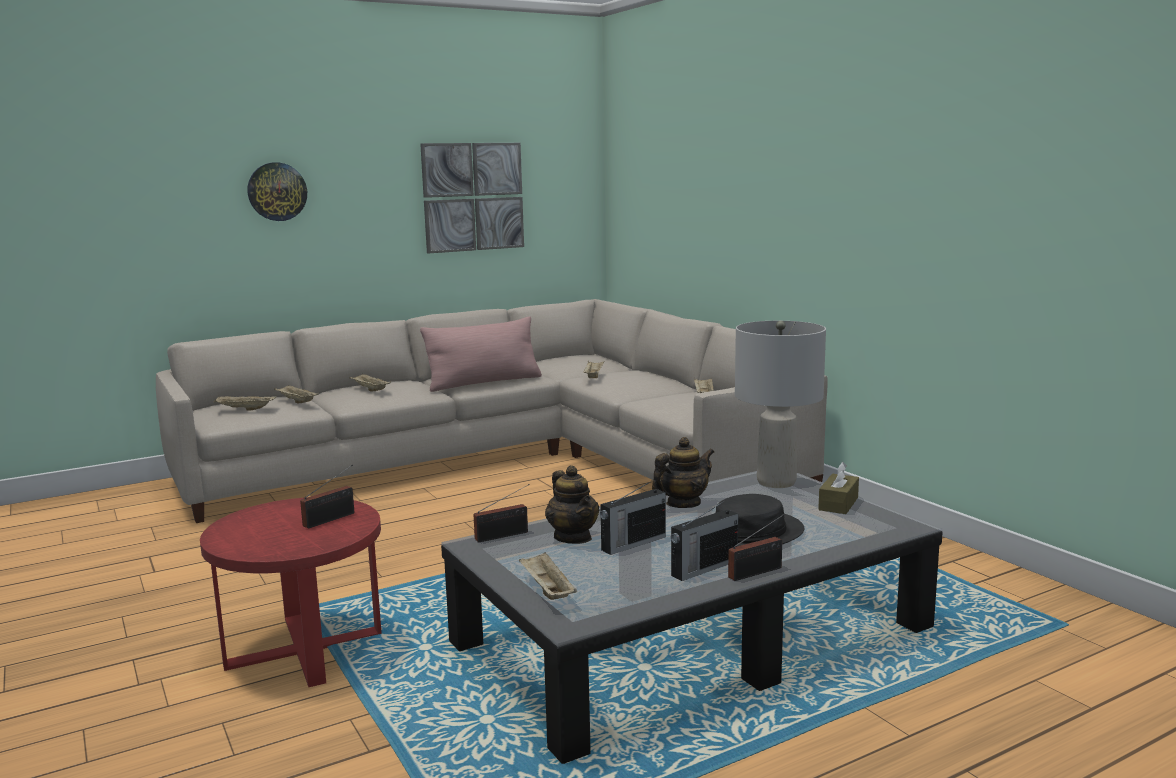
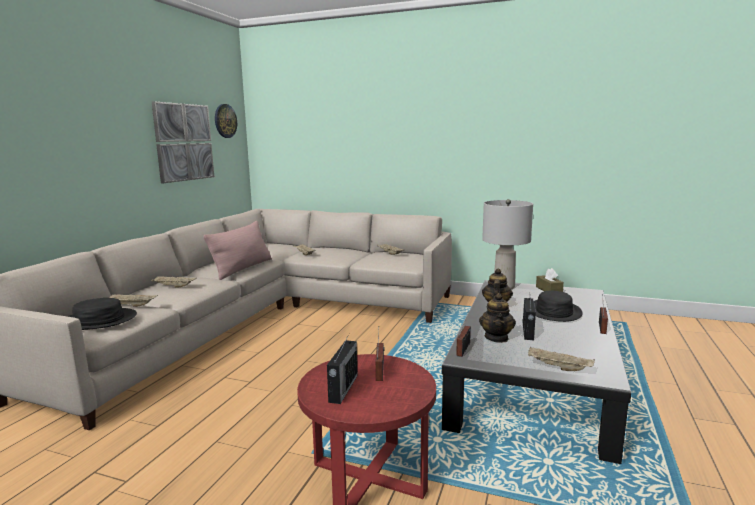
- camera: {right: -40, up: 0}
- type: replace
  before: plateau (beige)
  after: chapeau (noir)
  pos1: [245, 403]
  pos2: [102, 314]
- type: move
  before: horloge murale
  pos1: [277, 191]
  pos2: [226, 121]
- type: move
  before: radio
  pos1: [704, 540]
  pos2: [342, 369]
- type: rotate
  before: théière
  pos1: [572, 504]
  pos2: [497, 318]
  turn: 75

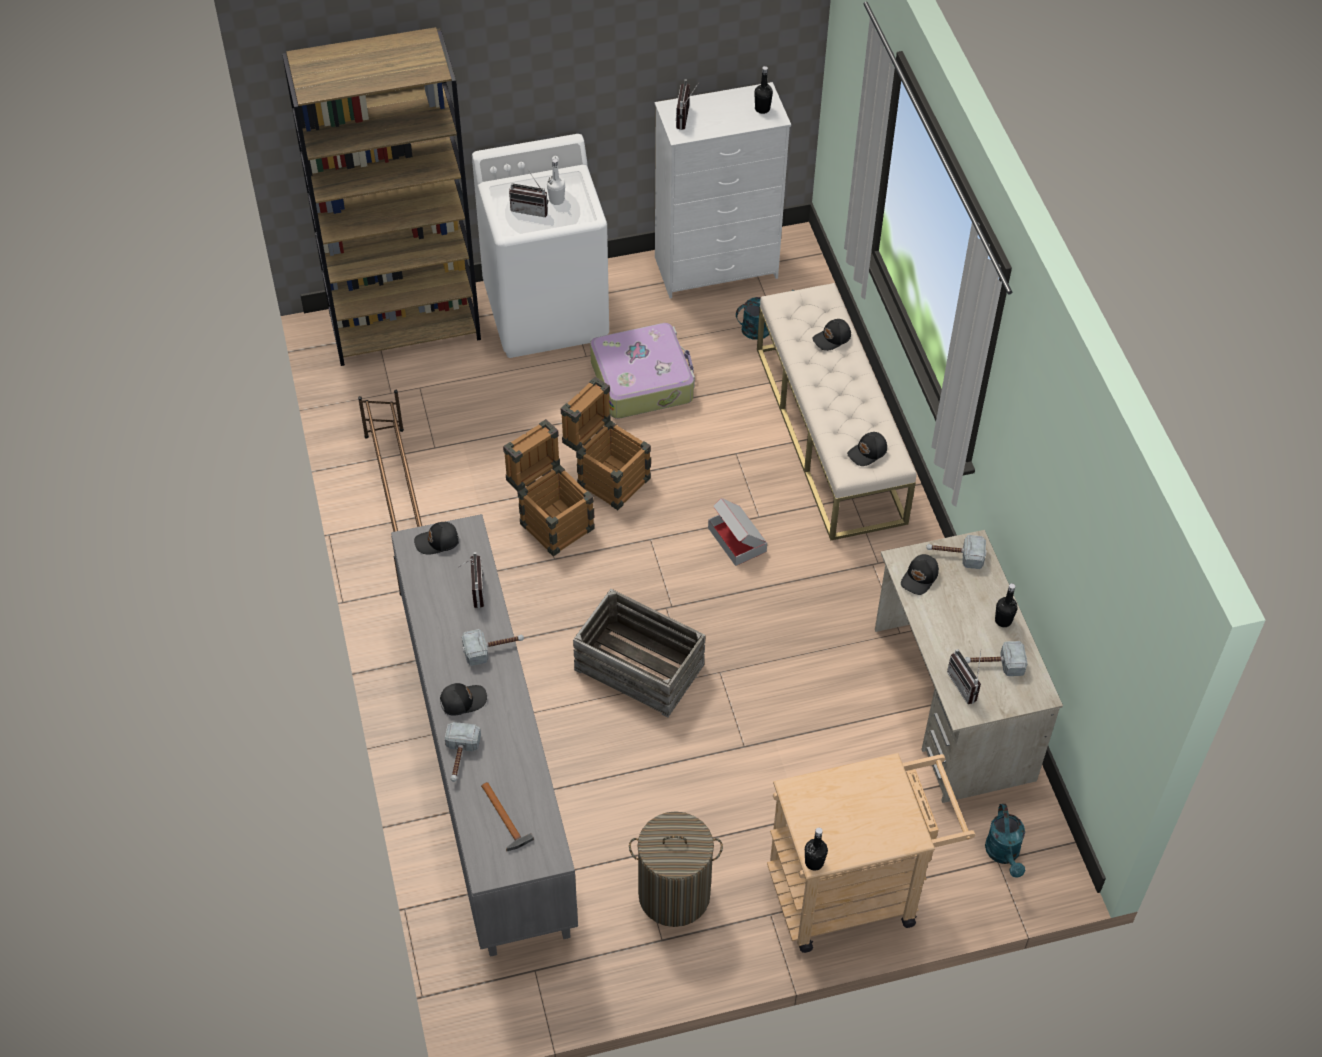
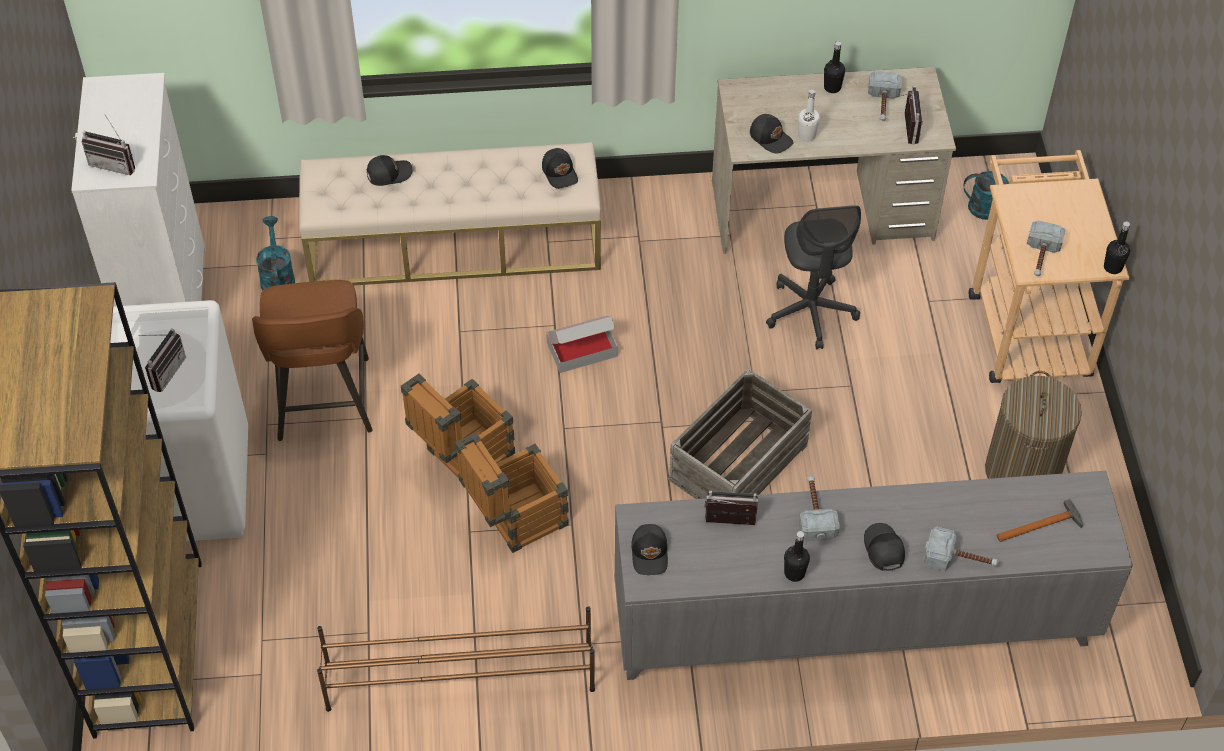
- camera: {right: -80, up: 0}
- type: replace
  before: valise
  after: tabouret (marron)
  pos1: [642, 371]
  pos2: [312, 360]
- type: rotate
  before: casquette (noir)
  pos1: [831, 335]
  pos2: [390, 170]
  turn: -90
- type: insert
  after: chaise de bureau (gris)
  pos2: [813, 277]
- type: move
  before: bouteille (noir)
  pos1: [763, 90]
  pos2: [797, 556]
- type: move
  before: bouteille (blanc)
  pos1: [556, 182]
  pos2: [809, 115]
- type: rotate
  before: radio
  pos1: [964, 676]
  pos2: [912, 115]
  turn: -75
- type: move
  before: marteau
  pos1: [956, 552]
  pos2: [1046, 248]

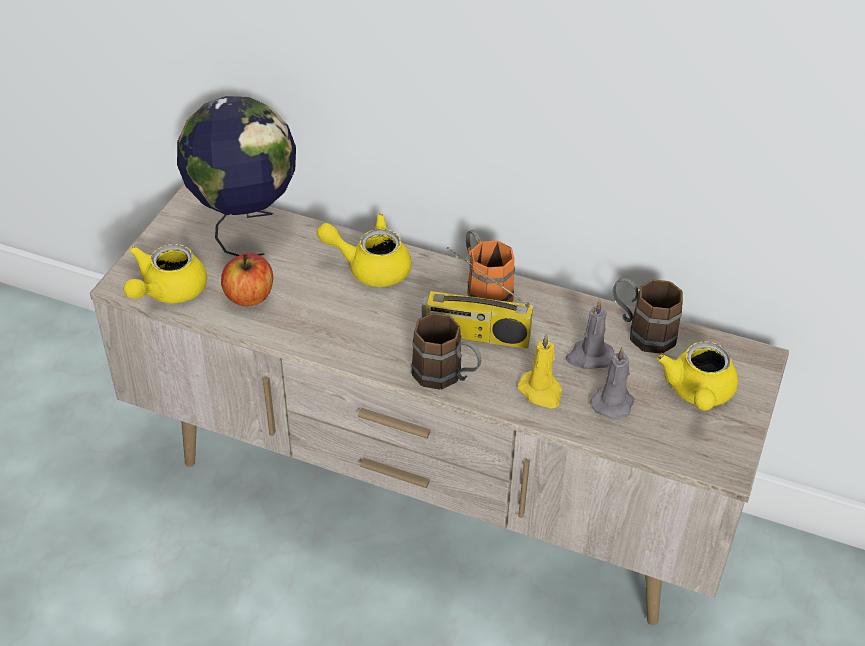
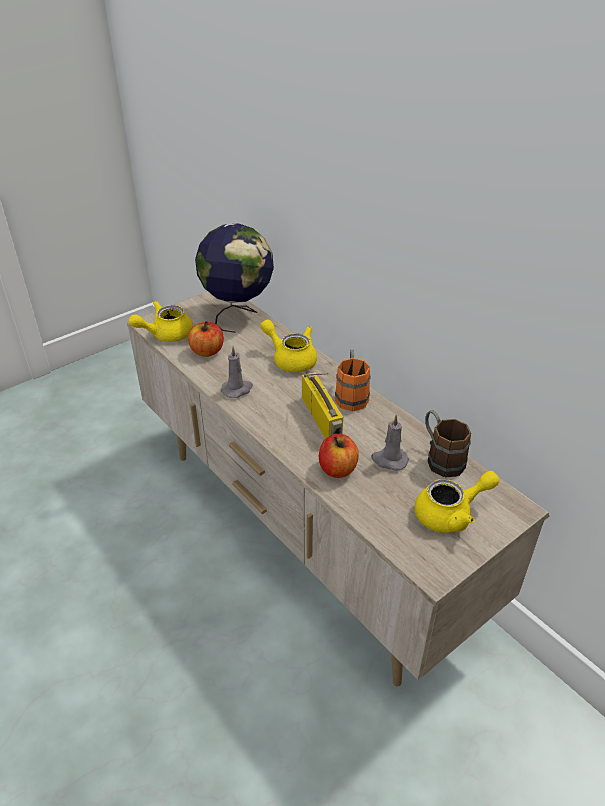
- camera: {right: 30, up: -5}
- type: move
  before: bougie (gris)
  pos1: [612, 383]
  pos2: [237, 372]
- type: rotate
  before: radio
  pos1: [477, 297]
  pos2: [322, 405]
  turn: -150
- type: replace
  before: bougie (jaune)
  after: pomme
  pos1: [540, 371]
  pos2: [339, 456]
- type: rotate
  before: théière (jaune)
  pos1: [697, 376]
  pos2: [456, 502]
  turn: -150
- type: delete
  before: mug (marron)
  pos1: [446, 351]

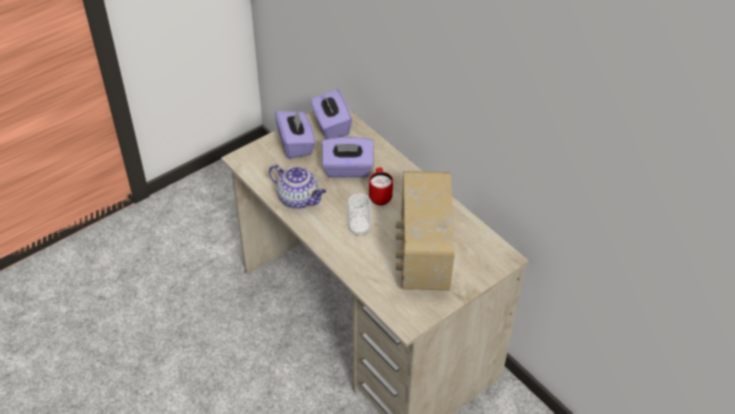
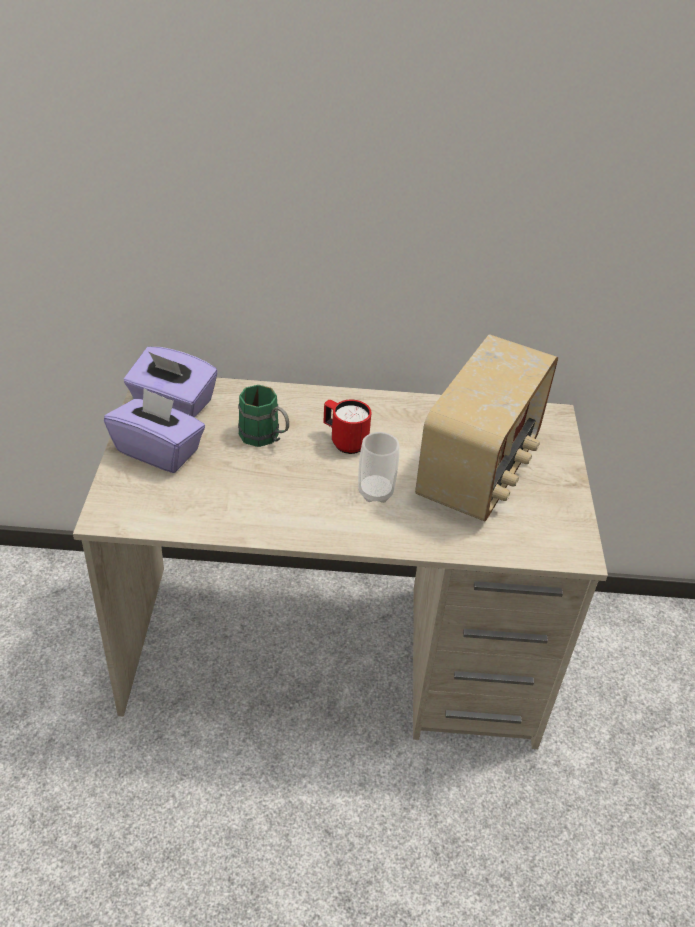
- camera: {right: -50, up: -5}
- type: replace
  before: boîte à mouchoirs (violet)
  after: mug (vert)
  pos1: [348, 157]
  pos2: [263, 416]
- type: rotate
  before: radio
  pos1: [425, 230]
  pos2: [486, 428]
  turn: -105
- type: delete
  before: théière
  pos1: [297, 187]

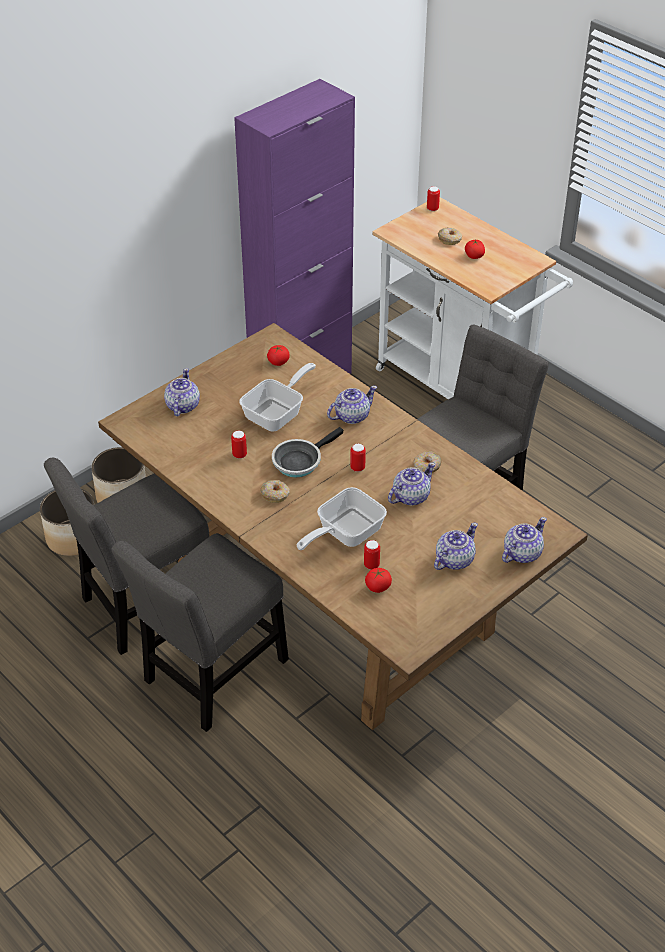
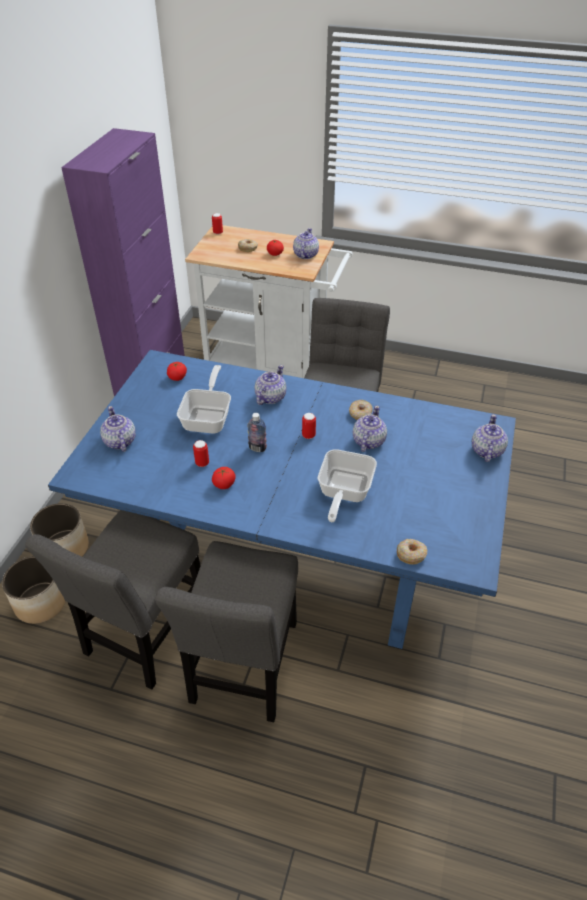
- camera: {right: -30, up: 0}
- type: recolor
  before: table à manger (marron)
  after: table à manger (bleu)
  pos1: [343, 526]
  pos2: [282, 499]
- type: move
  before: tomate
  pos1: [378, 580]
  pos2: [224, 478]
- type: replace
  before: poêle
  after: bouteille
  pos1: [307, 452]
  pos2: [257, 432]
- type: move
  before: théière
  pos1: [456, 546]
  pos2: [306, 243]
- type: move
  before: beignet
  pos1: [275, 491]
  pos2: [412, 552]
- type: delete
  before: boîte métallique
  pos1: [372, 555]

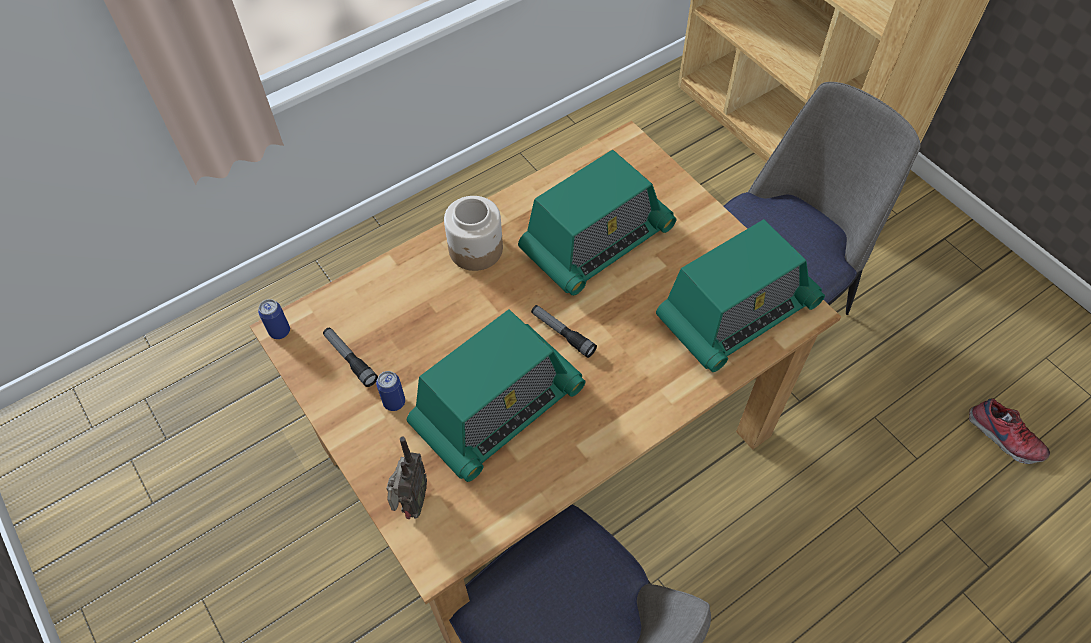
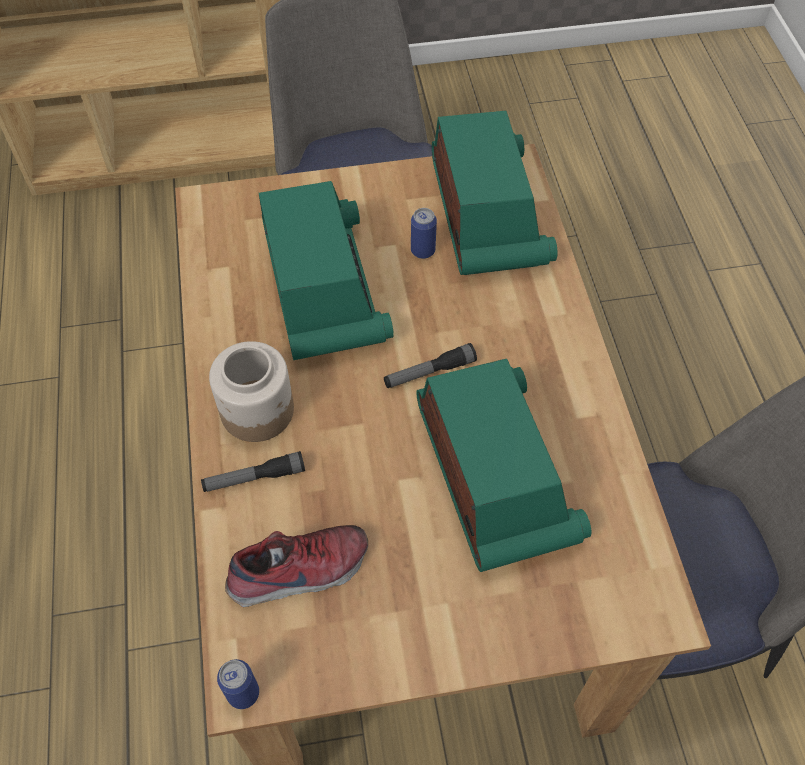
- camera: {right: -65, up: 0}
- type: move
  before: lampe de poche
  pos1: [350, 357]
  pos2: [253, 471]
- type: move
  before: chaussure
  pos1: [1009, 431]
  pos2: [296, 566]
- type: move
  before: boîte métallique
  pos1: [390, 391]
  pos2: [424, 233]
- type: delete
  before: radio
  pos1: [406, 478]

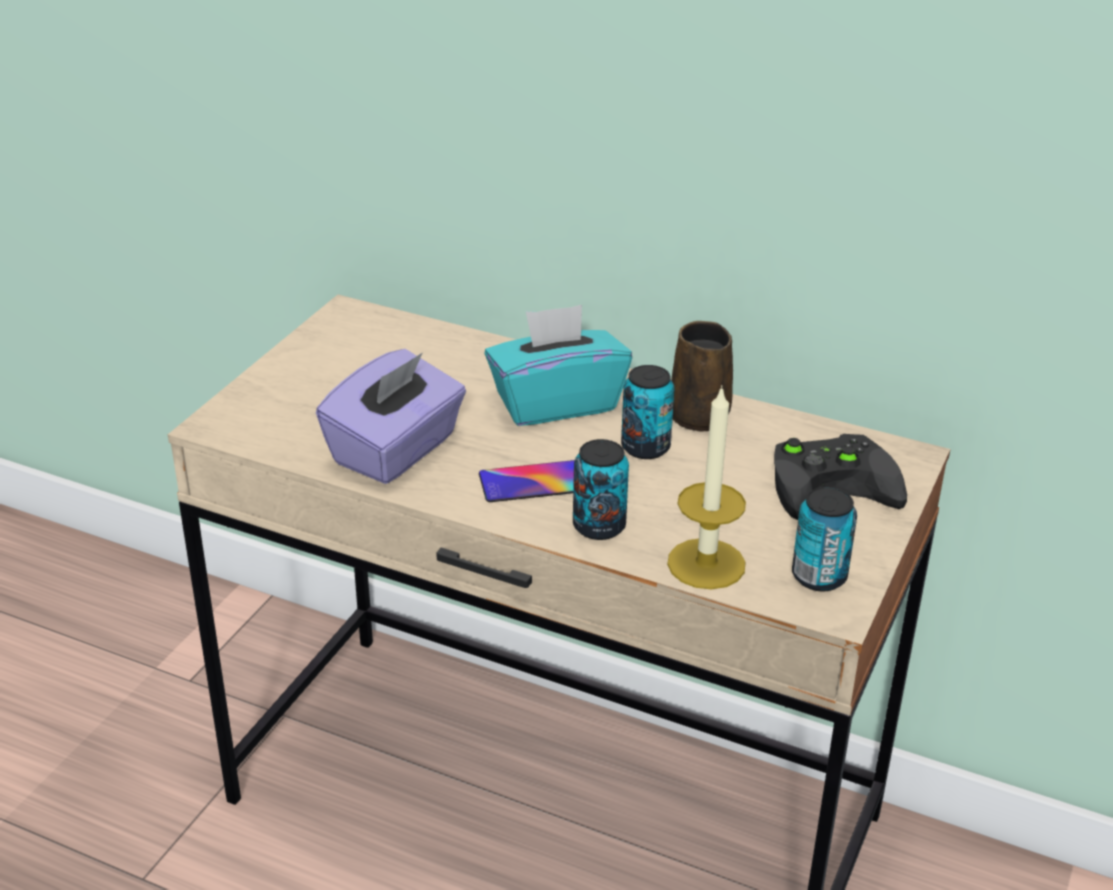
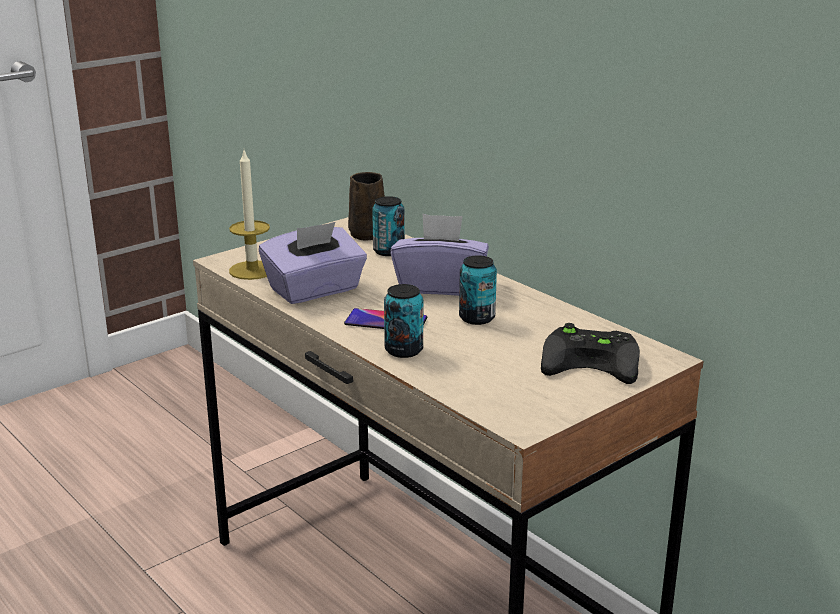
- camera: {right: 25, up: -10}
- type: move
  before: bougie
  pos1: [706, 487]
  pos2: [249, 215]
- type: move
  before: mug (marron)
  pos1: [702, 376]
  pos2: [366, 206]
- type: move
  before: boîte métallique
  pos1: [824, 539]
  pos2: [388, 226]
- type: recolor
  before: boîte à mouchoirs (turquoise)
  after: boîte à mouchoirs (violet)
  pos1: [558, 365]
  pos2: [439, 255]

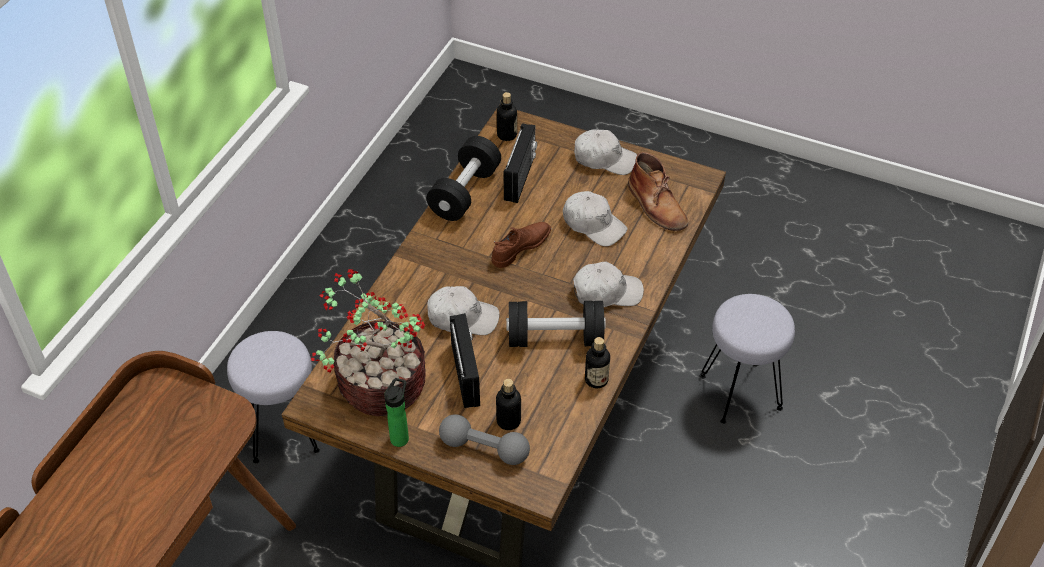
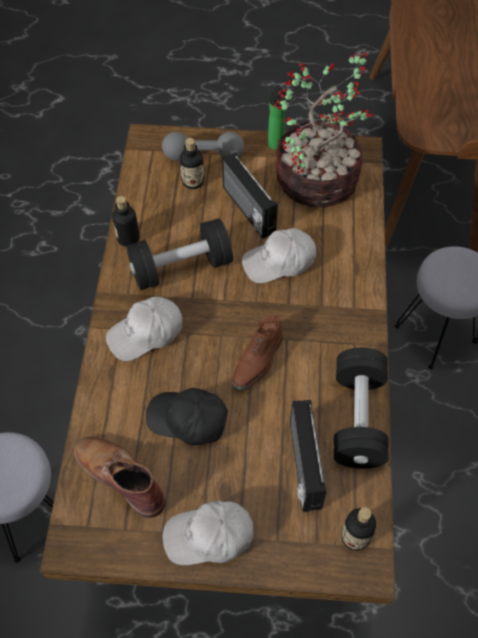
- camera: {right: 160, up: 10}
- type: recolor
  before: casquette (blanc)
  after: casquette (noir)
  pos1: [595, 219]
  pos2: [187, 416]

